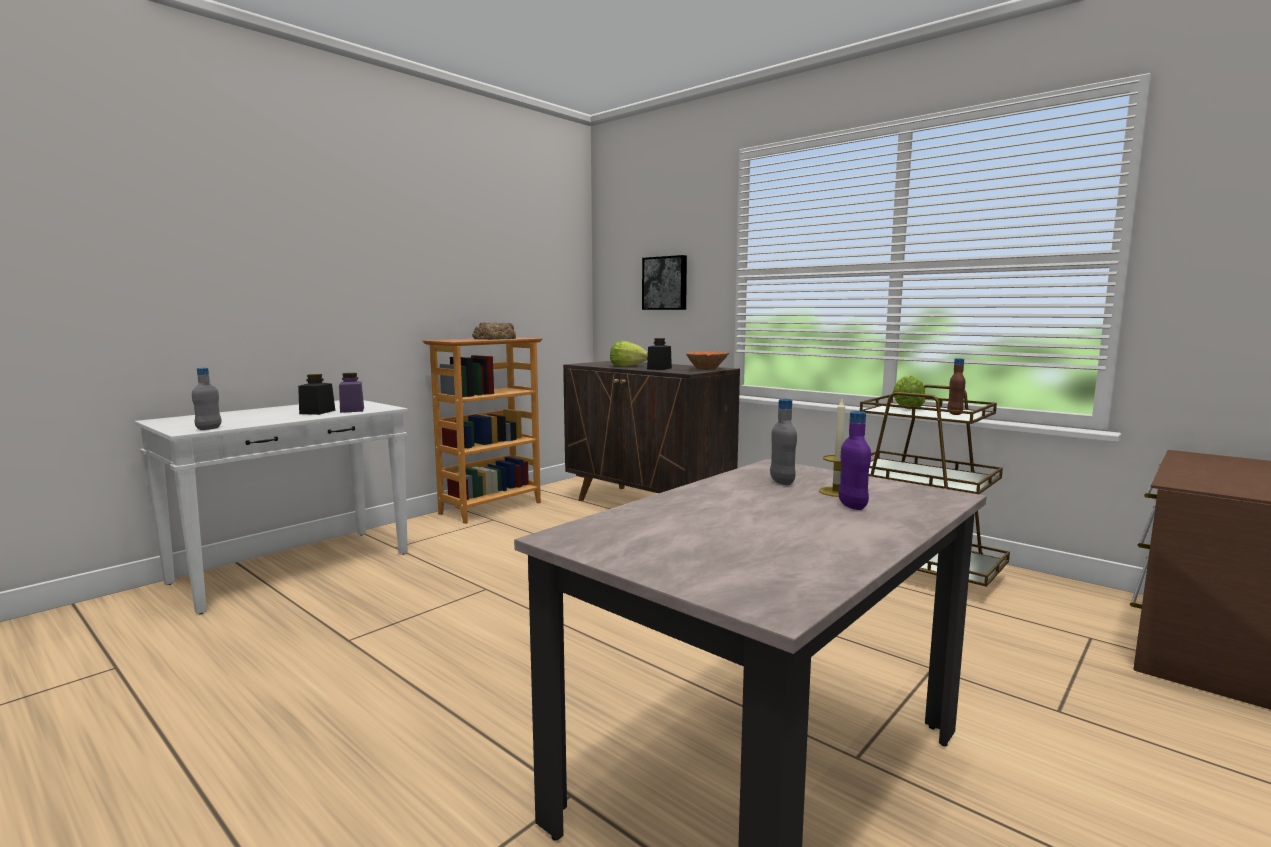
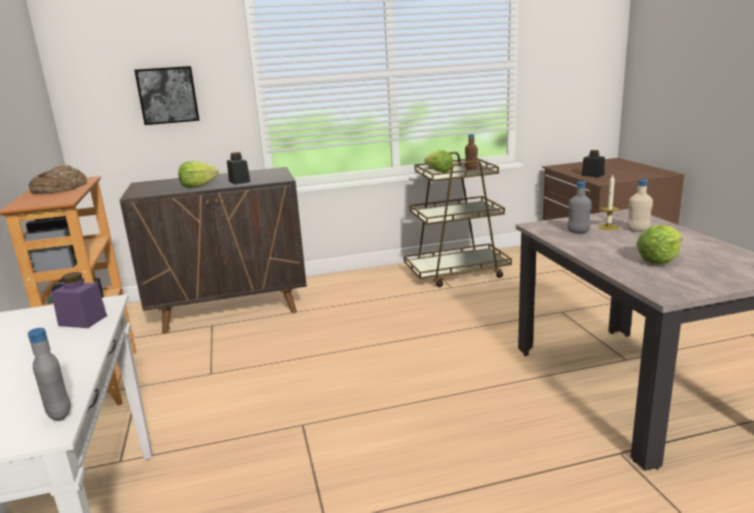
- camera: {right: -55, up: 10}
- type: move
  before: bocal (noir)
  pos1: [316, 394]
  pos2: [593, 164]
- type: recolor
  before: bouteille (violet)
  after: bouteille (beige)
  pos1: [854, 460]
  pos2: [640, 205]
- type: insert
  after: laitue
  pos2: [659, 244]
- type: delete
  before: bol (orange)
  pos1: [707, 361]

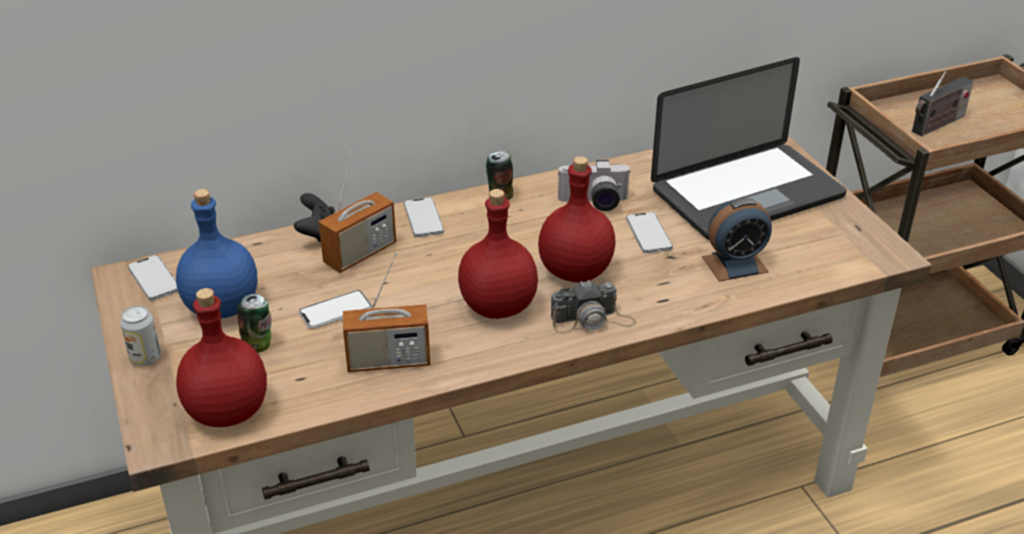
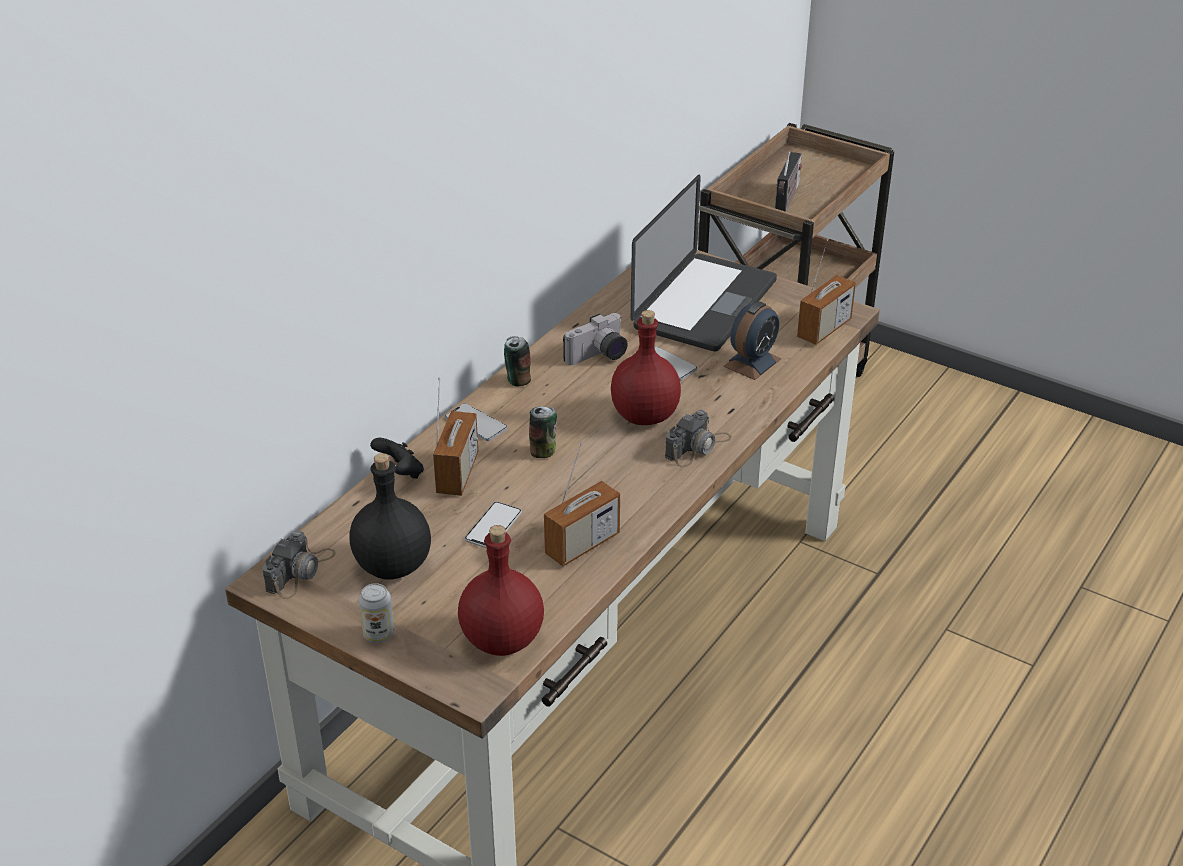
- camera: {right: -35, up: 0}
- type: replace
  before: téléphone
  after: appareil photo
  pos1: [153, 278]
  pos2: [299, 564]
- type: recolor
  before: bouteille (bleu)
  after: bouteille (noir)
  pos1: [216, 253]
  pos2: [390, 516]
- type: move
  before: boîte métallique
  pos1: [254, 323]
  pos2: [543, 432]
- type: insert
  after: radio
  pos2: [826, 292]
- type: delete
  before: bouteille (rouge)
  pos1: [498, 254]

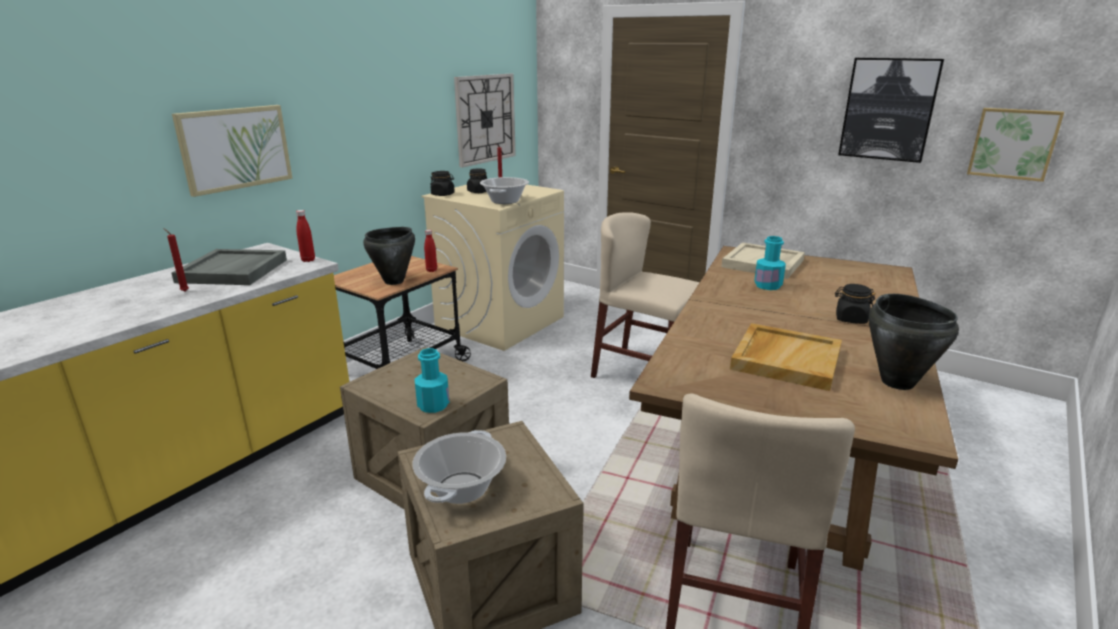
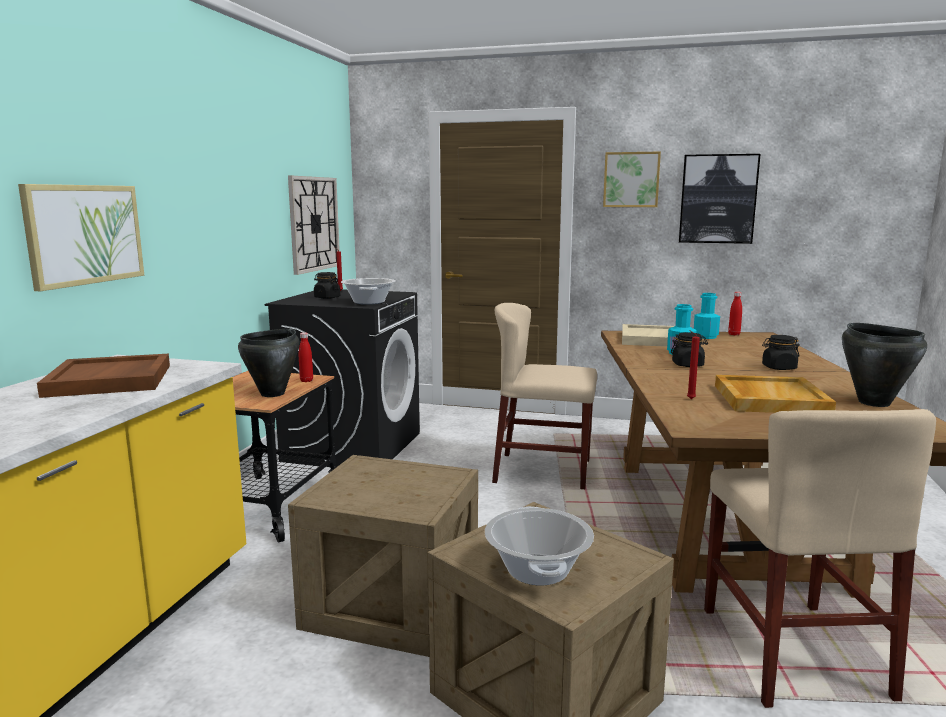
- camera: {right: -20, up: -10}
- type: recolor
  before: plateau (gris)
  after: plateau (marron)
  pos1: [229, 267]
  pos2: [103, 376]
- type: recolor
  before: lave-linge (beige)
  after: lave-linge (noir)
  pos1: [492, 268]
  pos2: [342, 378]
- type: move
  before: tableau
  pos1: [1015, 145]
  pos2: [632, 179]
- type: move
  before: bocal (noir)
  pos1: [442, 183]
  pos2: [689, 349]
- type: move
  before: bougie (rouge)
  pos1: [176, 260]
  pos2: [693, 364]
- type: move
  before: bouteille (turquoise)
  pos1: [432, 380]
  pos2: [707, 316]
- type: move
  before: bouteille (rouge)
  pos1: [305, 236]
  pos2: [735, 314]

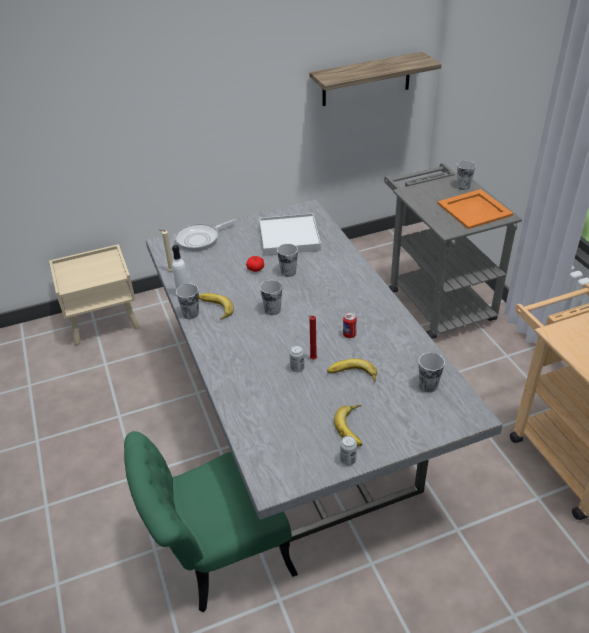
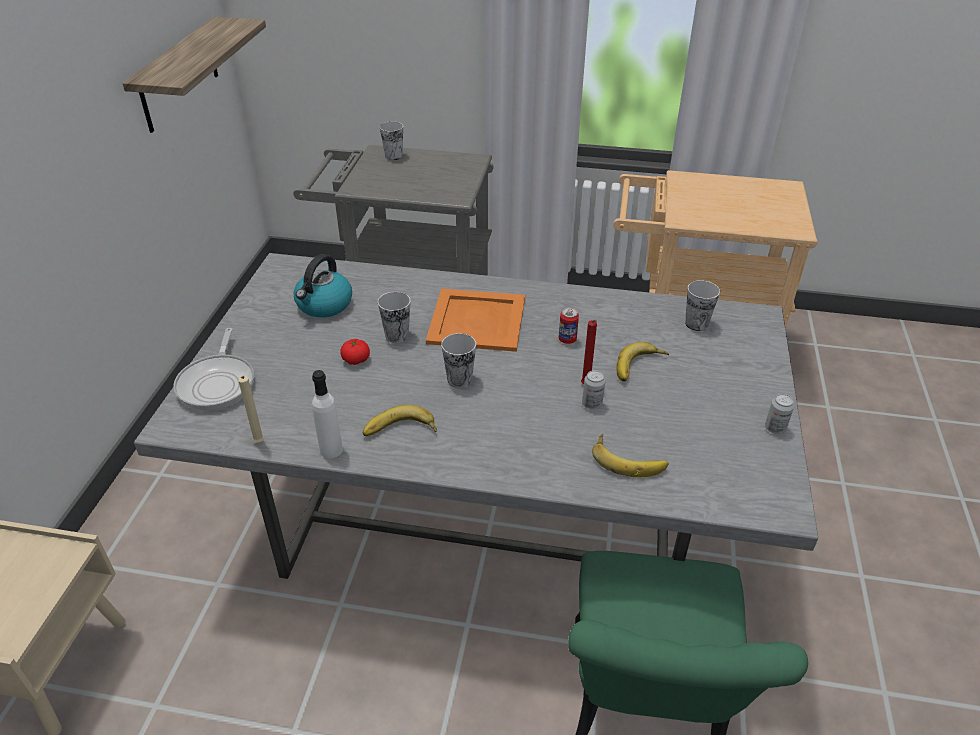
- camera: {right: -60, up: 0}
- type: replace
  before: plateau (blanc)
  after: bouilloire
  pos1: [290, 234]
  pos2: [323, 286]
- type: move
  before: plateau (orange)
  pos1: [475, 209]
  pos2: [475, 320]
- type: move
  before: banane
  pos1: [348, 426]
  pos2: [630, 455]
- type: delete
  before: tasse
  pos1: [187, 301]

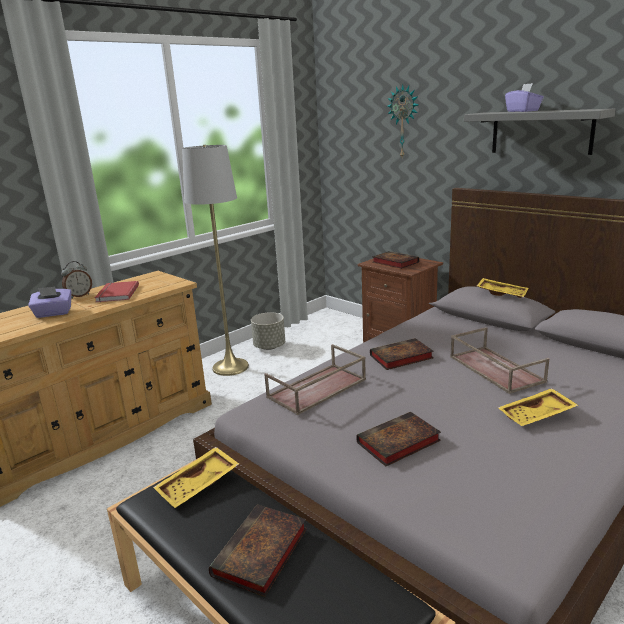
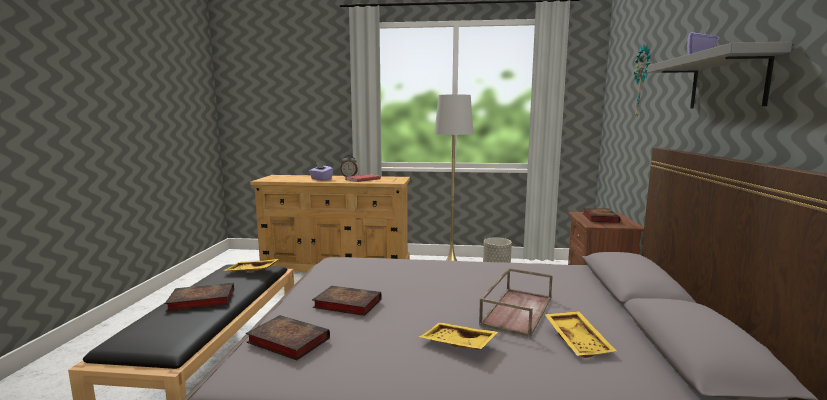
- camera: {right: 50, up: -10}
- type: move
  before: livre
  pos1: [402, 354]
  pos2: [288, 337]
- type: move
  before: plateau (jaune)
  pos1: [503, 288]
  pos2: [581, 334]
- type: delete
  before: plateau (marron)
  pos1: [315, 379]

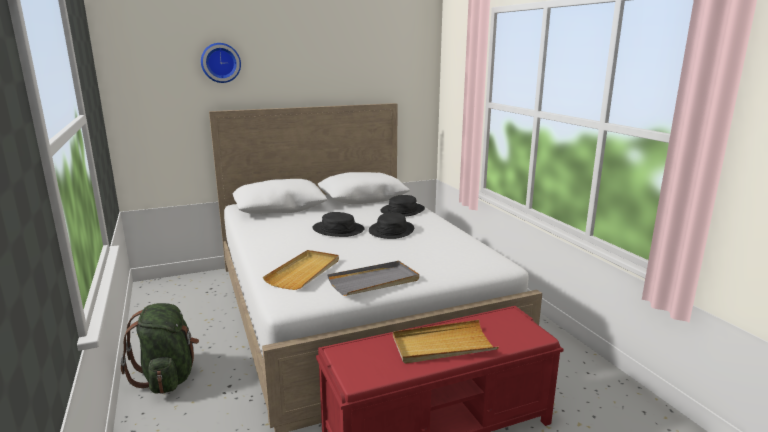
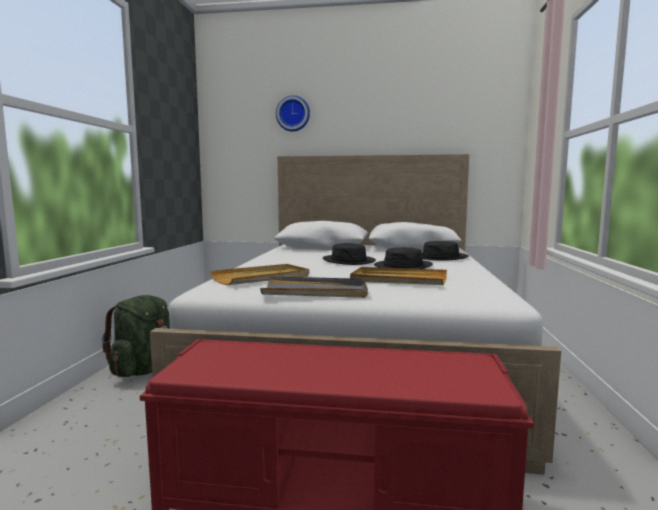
- camera: {right: 30, up: -10}
- type: move
  before: plateau (beige)
  pos1: [446, 342]
  pos2: [398, 276]

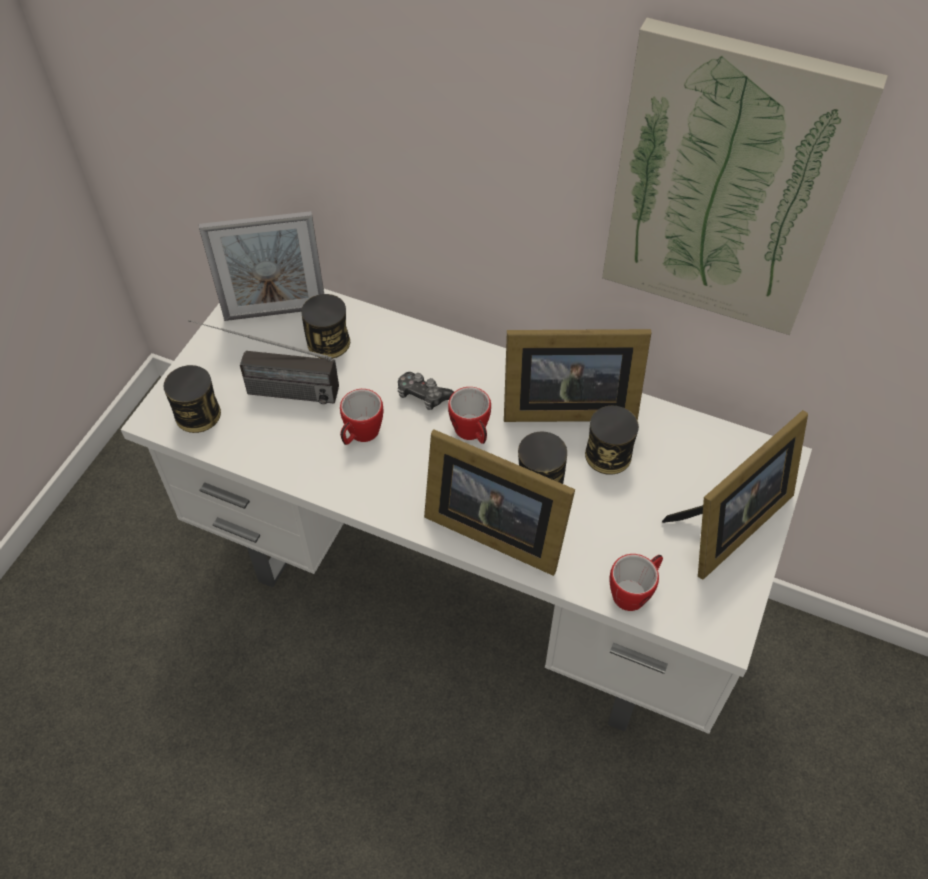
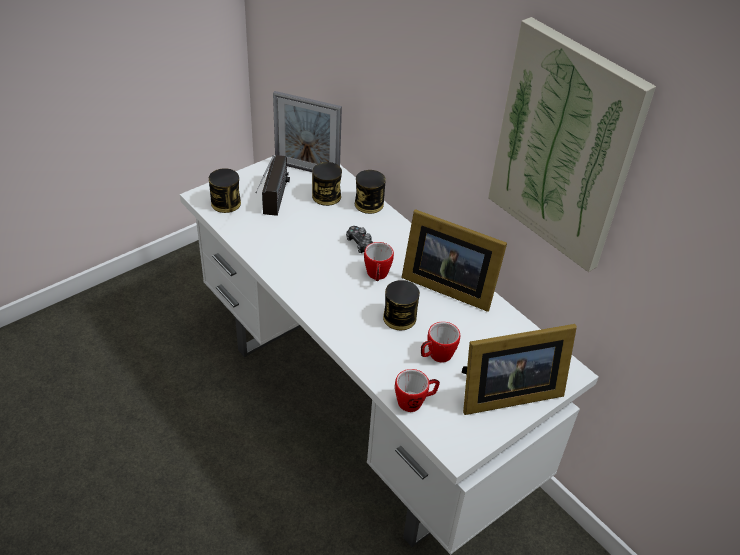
- camera: {right: 25, up: -10}
- type: rotate
  before: radio
  pos1: [263, 362]
  pos2: [272, 185]
  turn: -120
- type: move
  before: boîte métallique
  pos1: [612, 440]
  pos2: [370, 192]
- type: move
  before: mug
  pos1: [362, 417]
  pos2: [440, 342]
- type: delete
  before: cadre photo
  pos1: [499, 502]

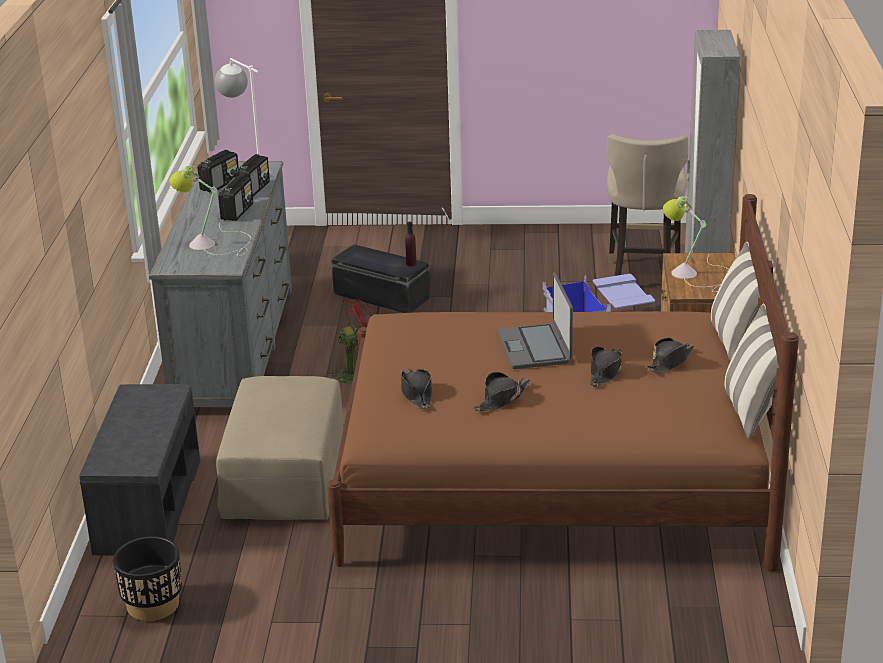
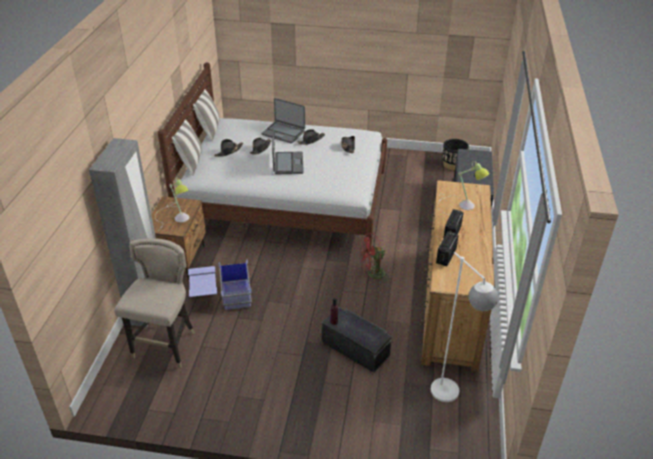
- camera: {right: -175, up: 10}
- type: recolor
  before: lit (marron)
  after: lit (blanc)
  pos1: [563, 383]
  pos2: [272, 158]
- type: insert
  after: ordinateur portable
  pos2: [283, 120]
- type: recolor
  before: commode (gris)
  after: commode (marron)
  pos1: [220, 284]
  pos2: [458, 276]
- type: delete
  before: radio
  pos1: [218, 171]
- type: delete
  before: pouf (beige)
  pos1: [279, 448]

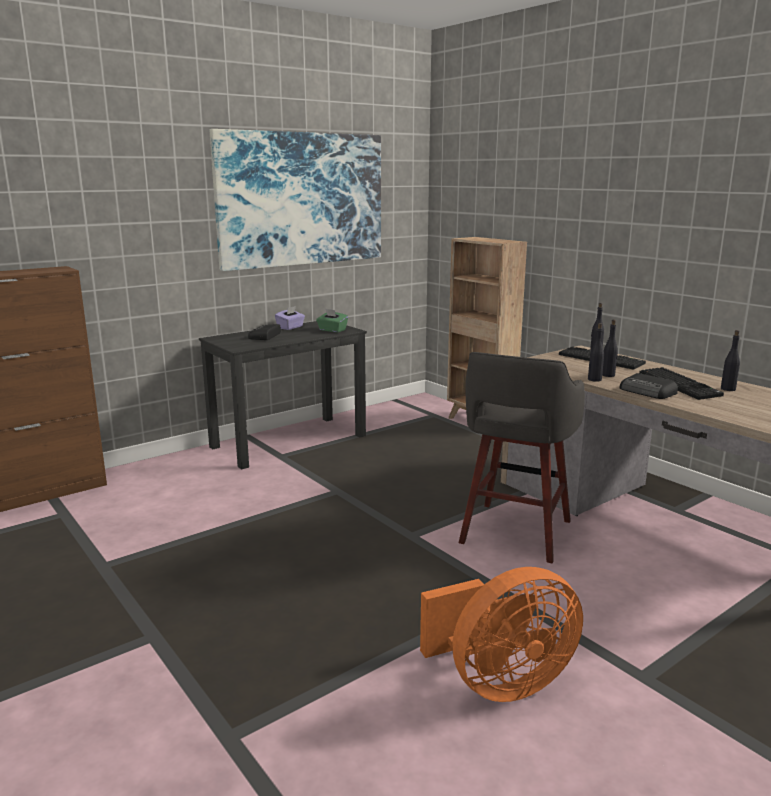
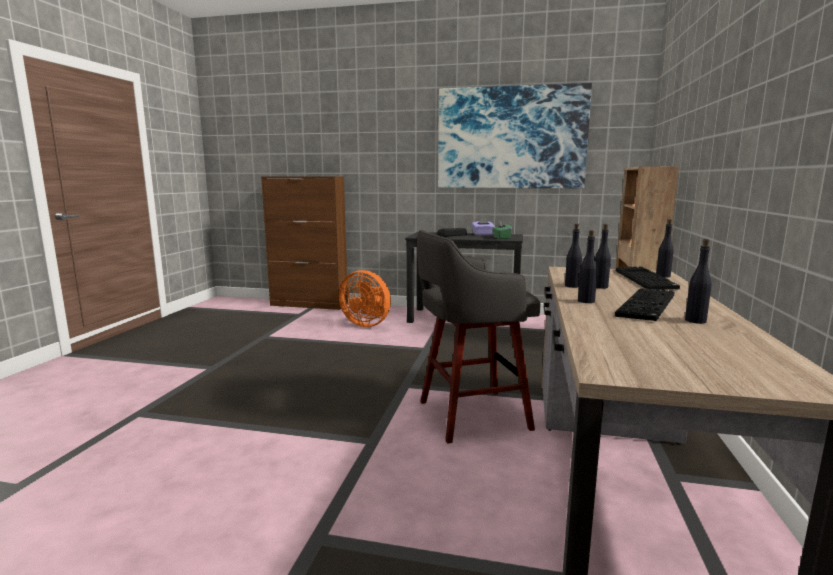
- camera: {right: 50, up: -5}
- type: move
  before: ventilateur (orange)
  pos1: [501, 634]
  pos2: [365, 298]
- type: replace
  before: radio
  after: bouteille (noir)
  pos1: [648, 386]
  pos2: [588, 266]

